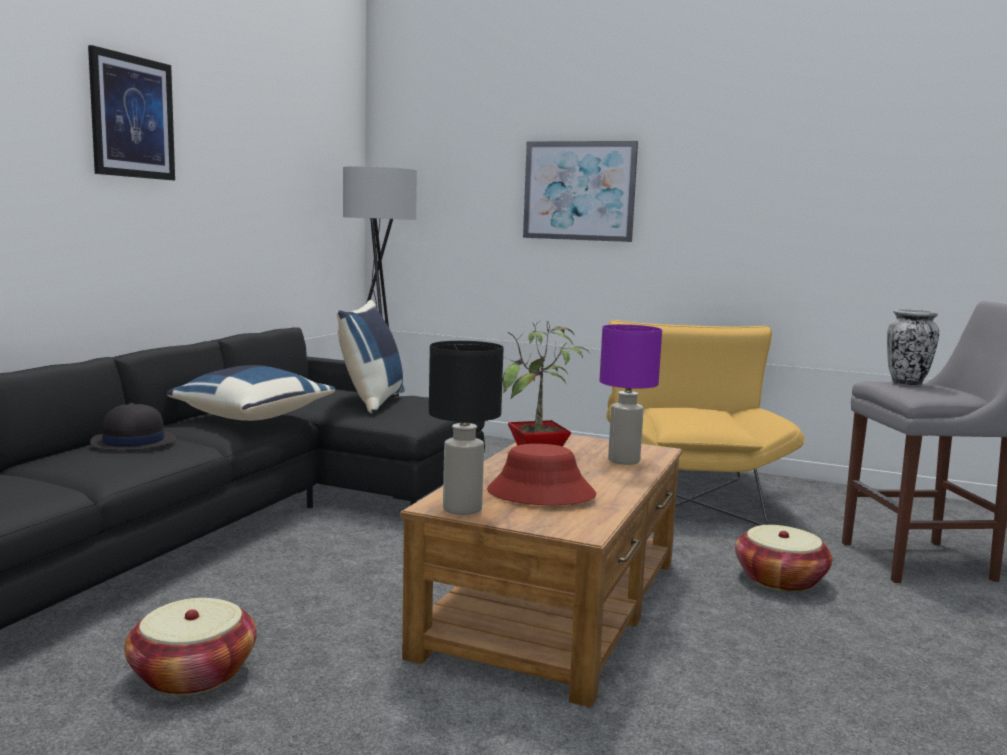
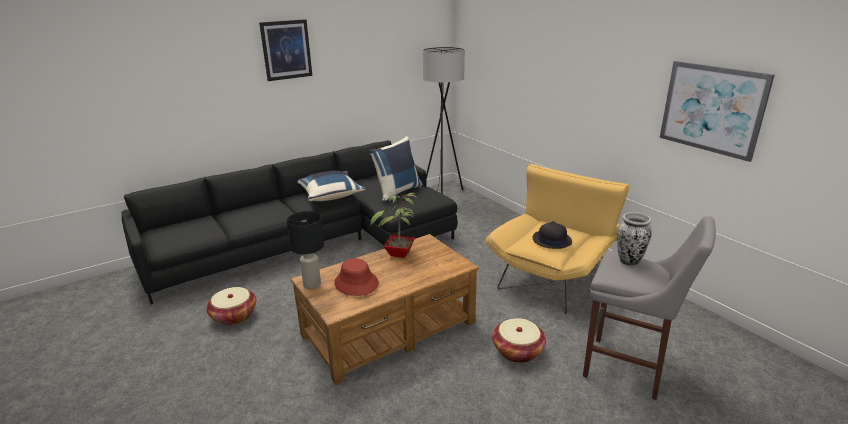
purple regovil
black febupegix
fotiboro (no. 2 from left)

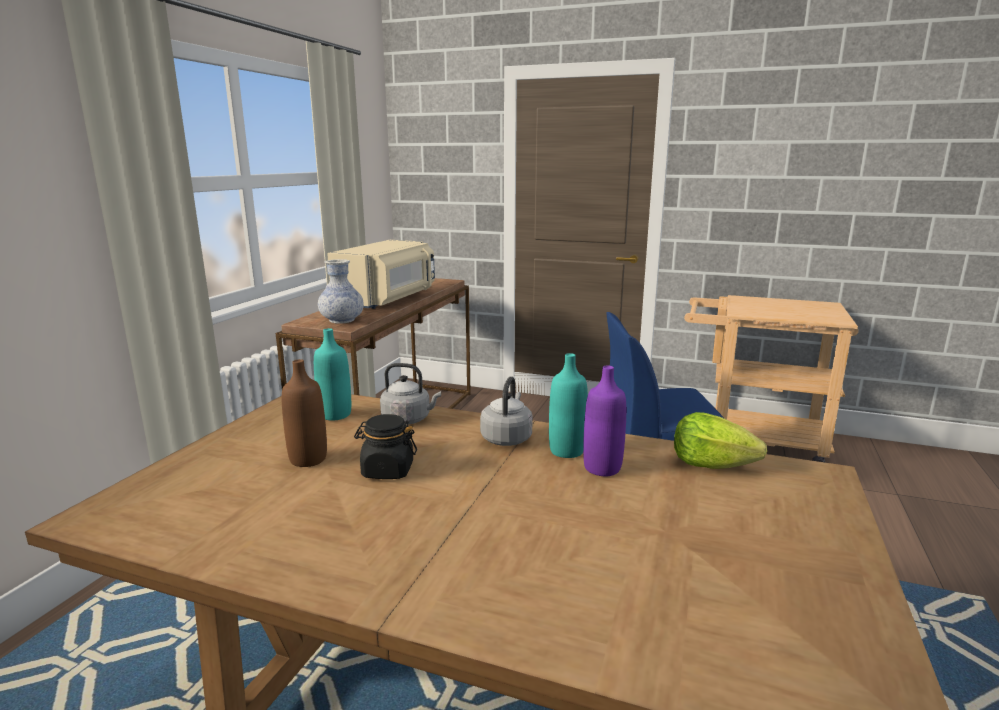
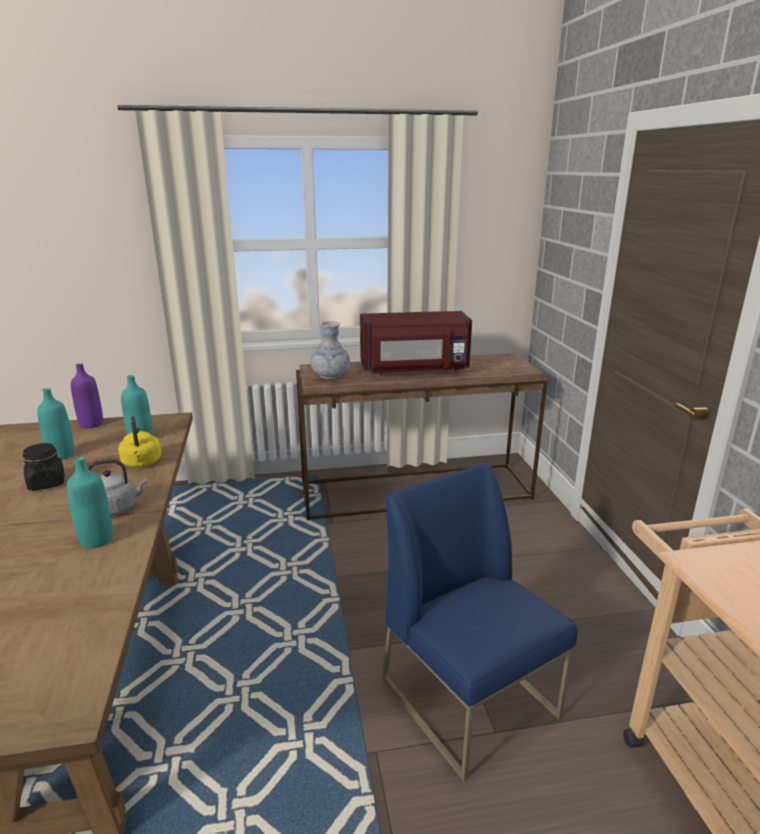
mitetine
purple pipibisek
turquoise pipibisek (no. 1 from left)
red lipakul
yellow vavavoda

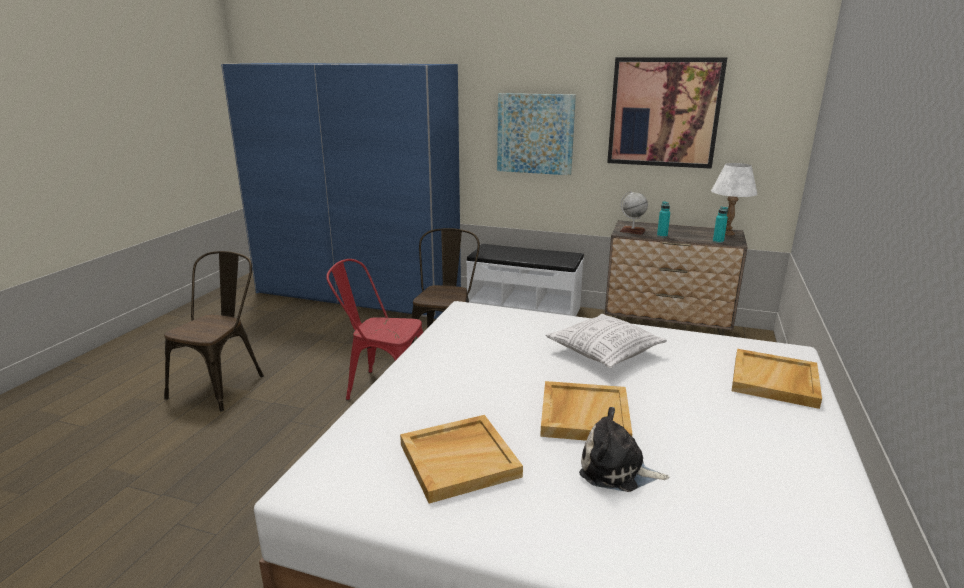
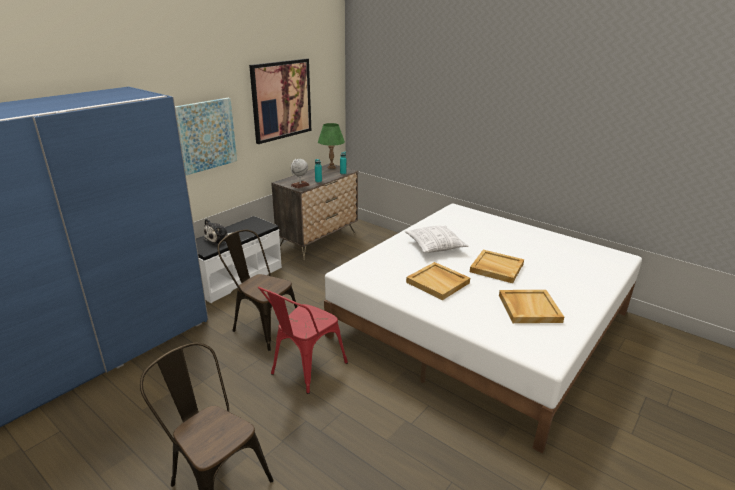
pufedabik
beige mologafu (no. 1 from left)
green regovil

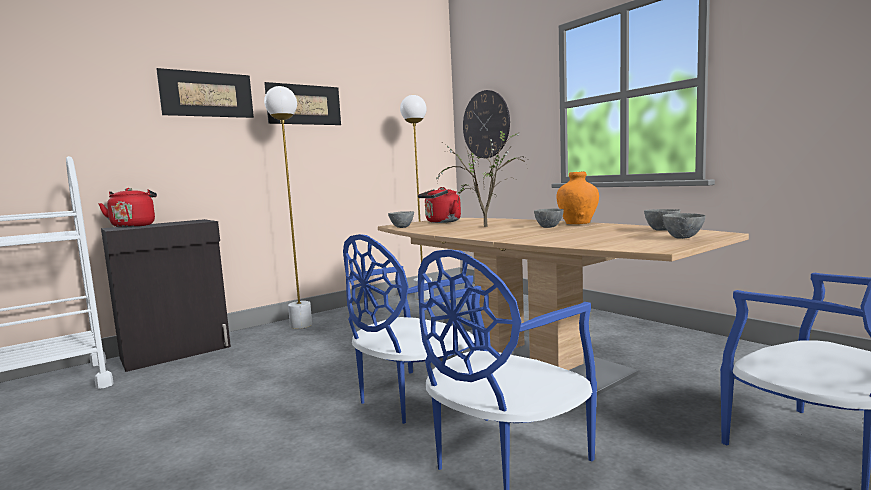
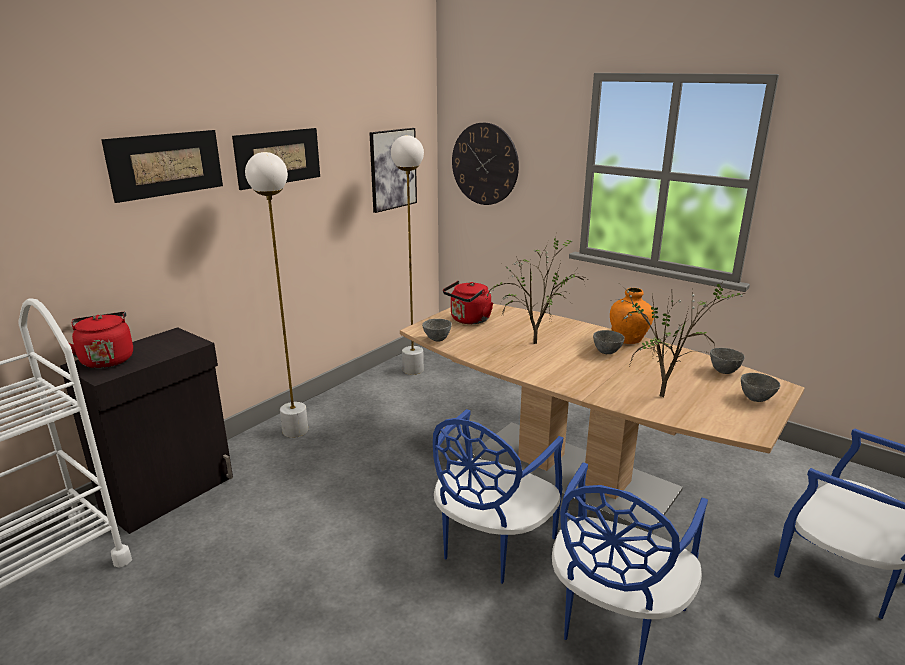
fotiboro (no. 3 from left)
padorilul (no. 2 from left)

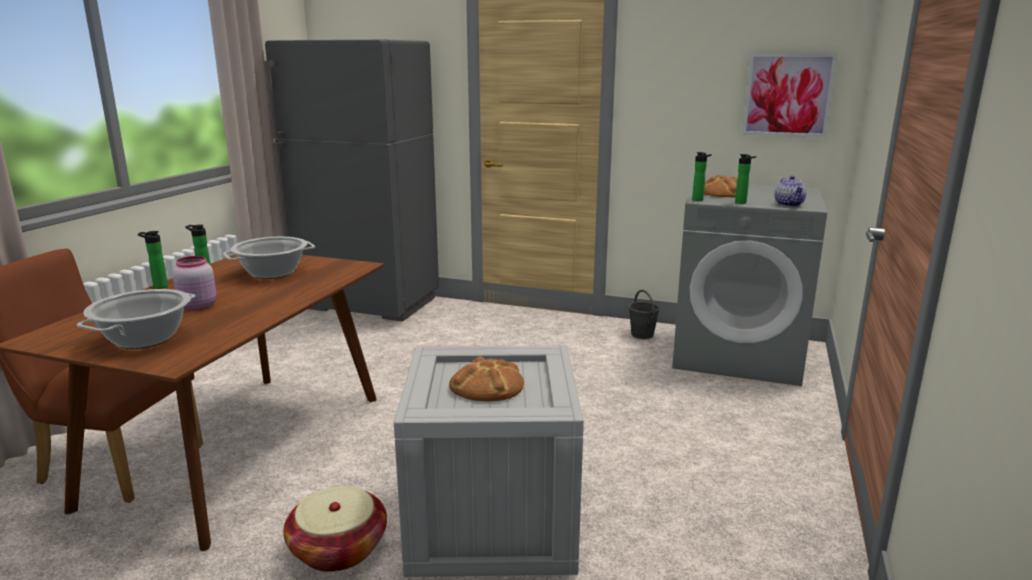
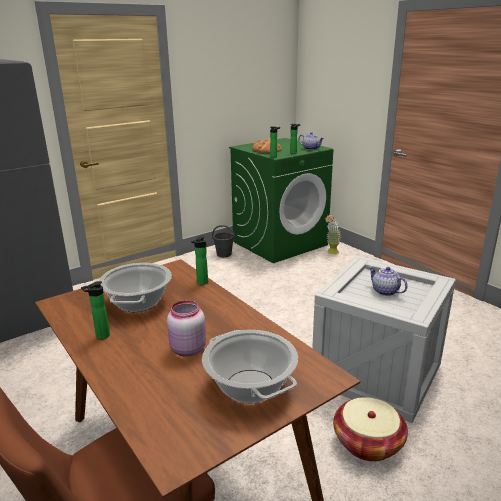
fotiboro
padorilul
pipibisek (no. 2 from left)
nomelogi (no. 2 from left)
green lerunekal

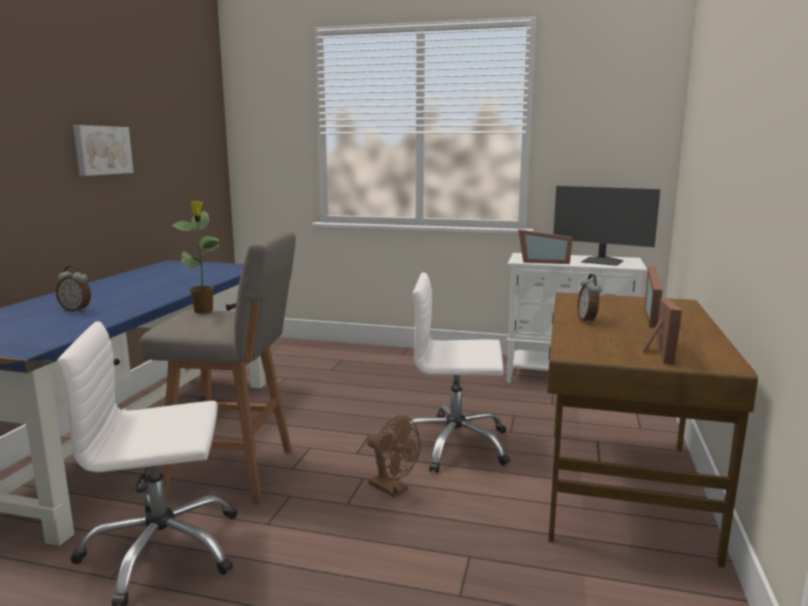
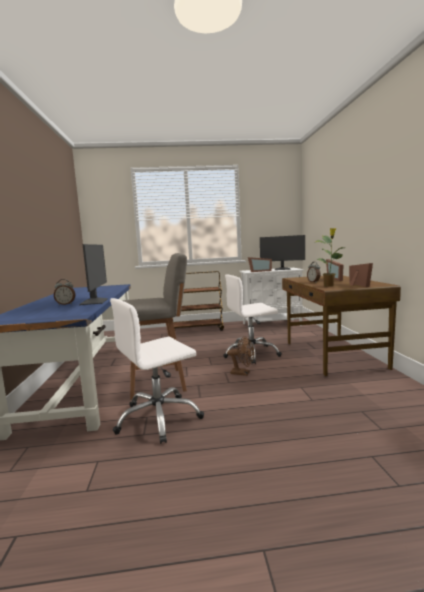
fotiboro
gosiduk (no. 1 from left)
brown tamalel
padorilul

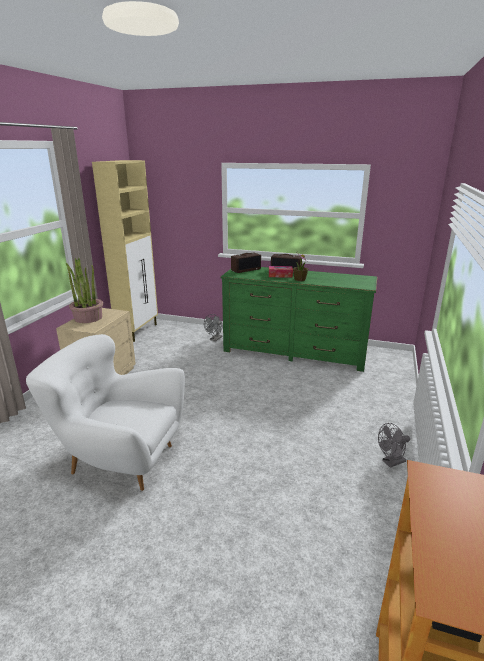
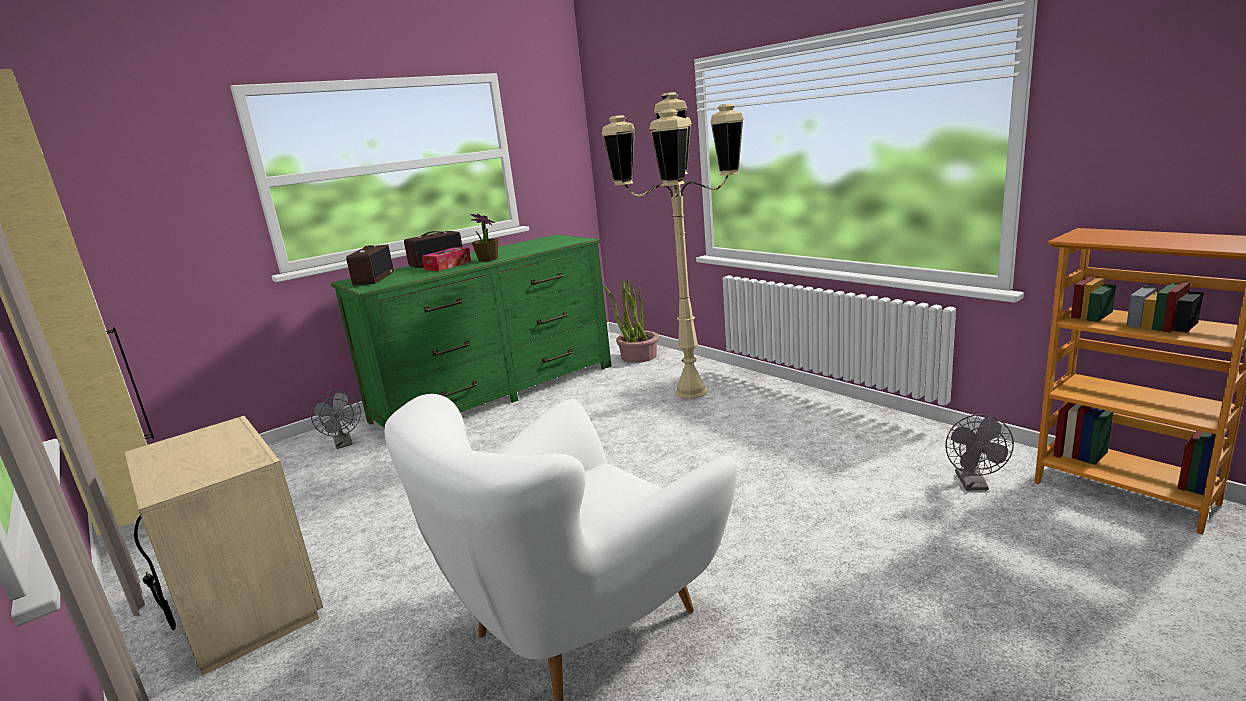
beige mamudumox
padorilul (no. 2 from left)
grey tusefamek (no. 2 from left)

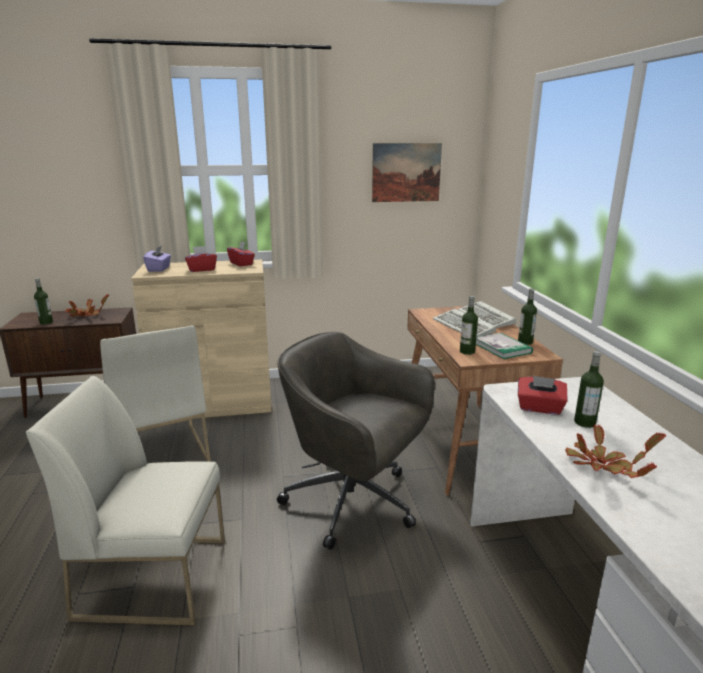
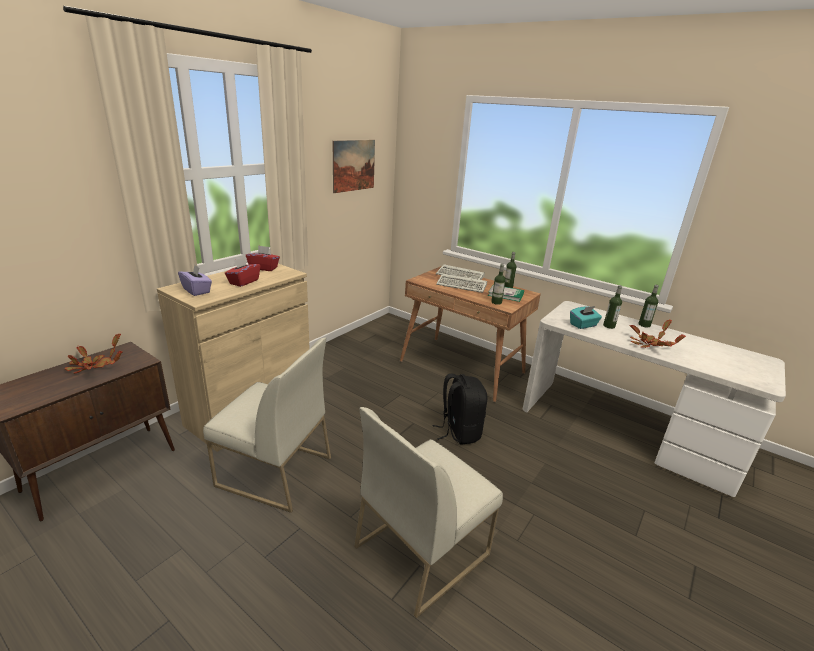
pipibisek (no. 4 from left)
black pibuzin
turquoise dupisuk

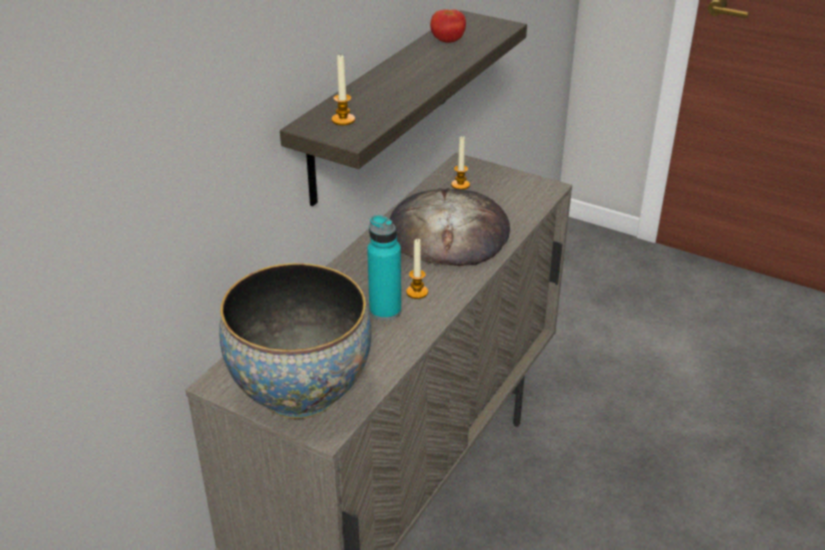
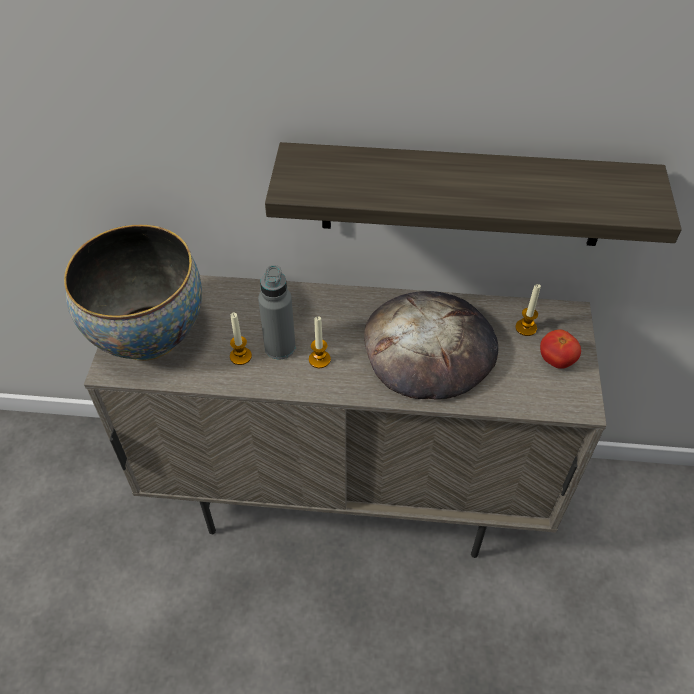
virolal (no. 1 from left)
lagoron
grey pipibisek

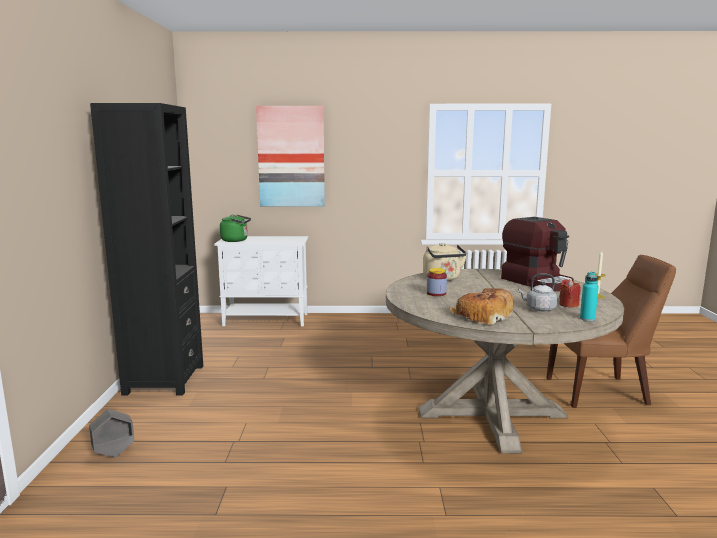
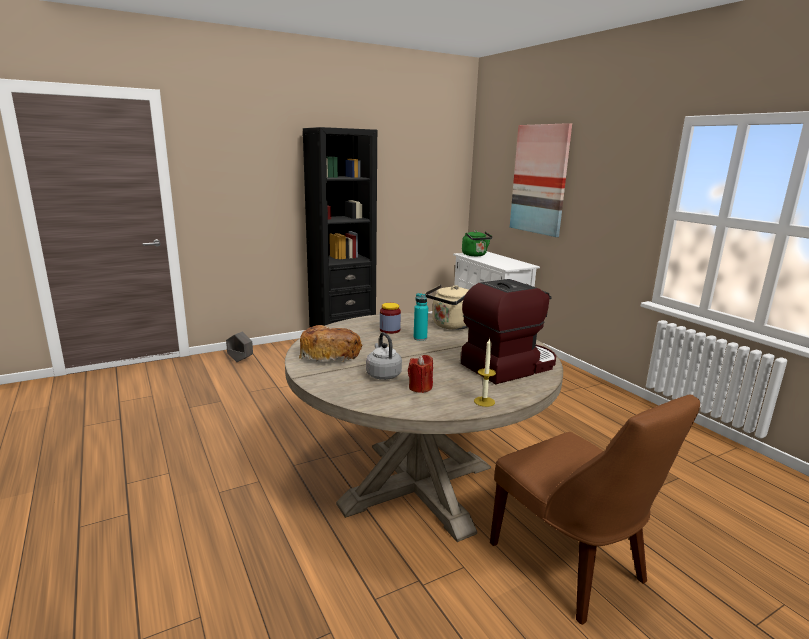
turquoise pipibisek
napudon

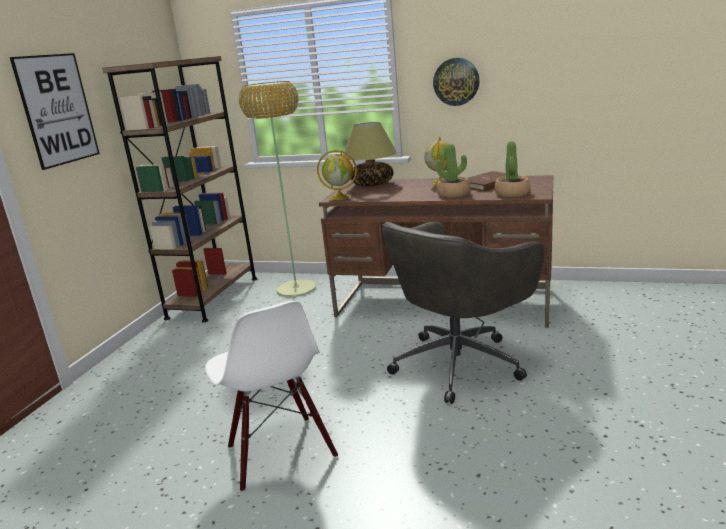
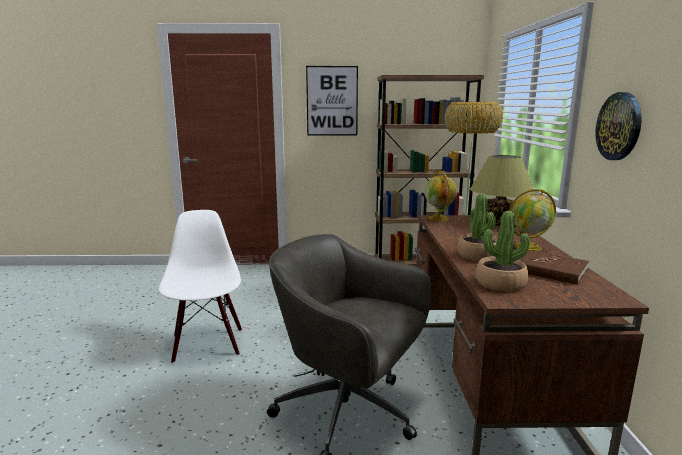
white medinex

